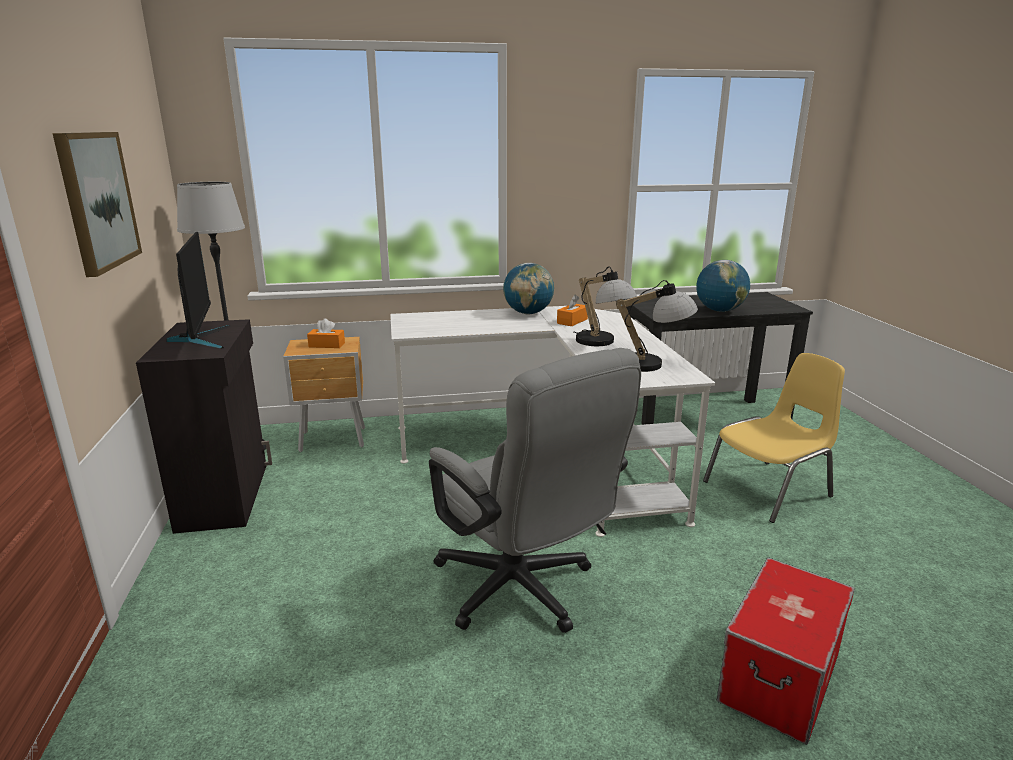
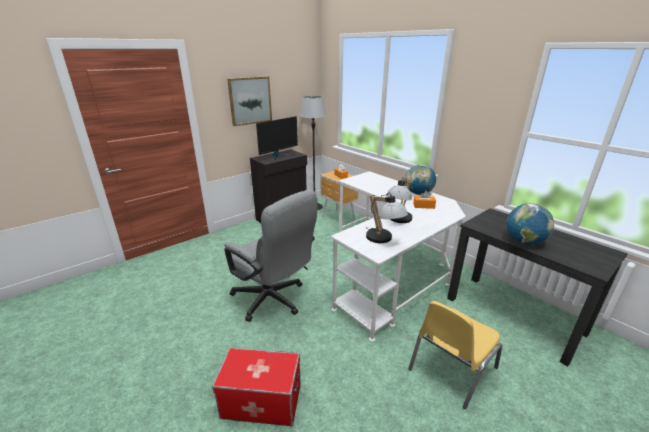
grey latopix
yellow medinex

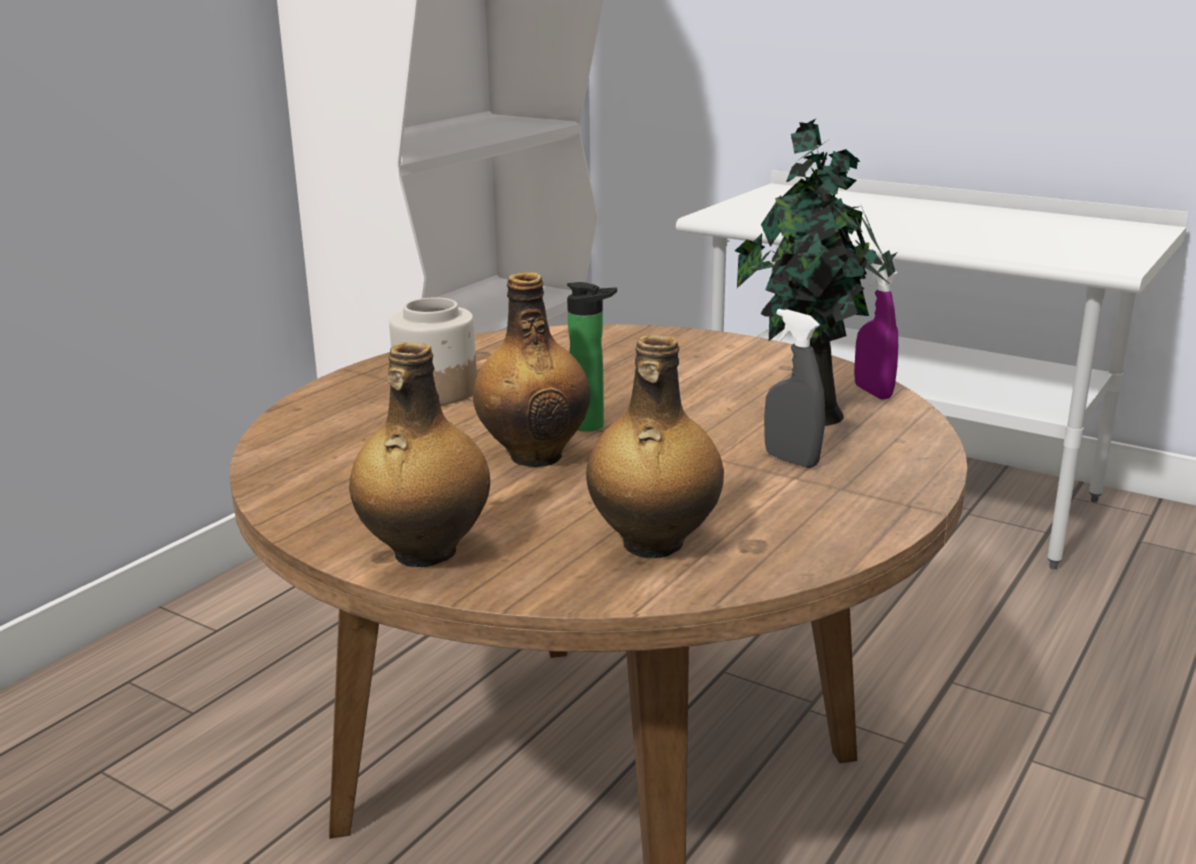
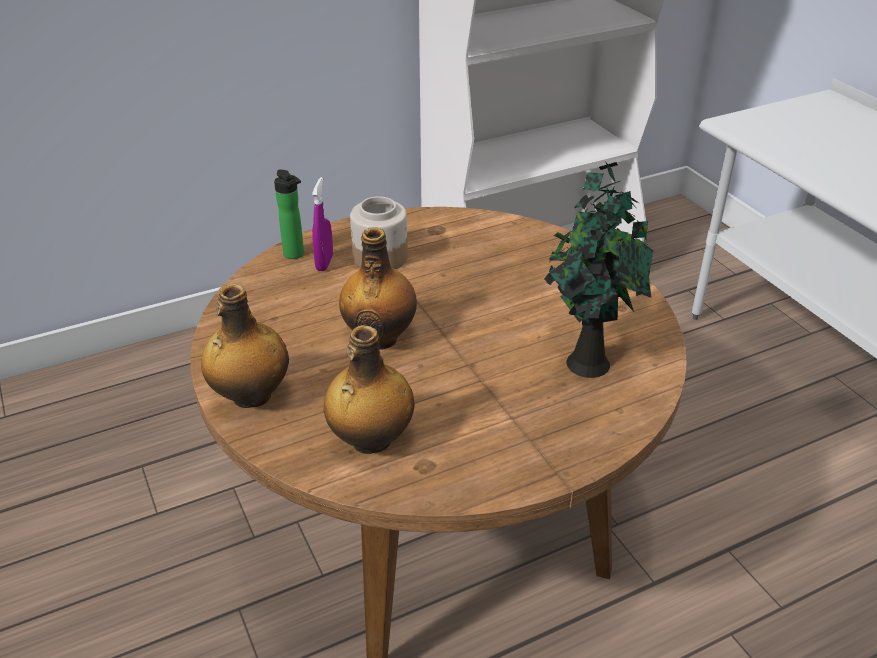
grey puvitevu
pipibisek (no. 2 from left)
purple puvitevu

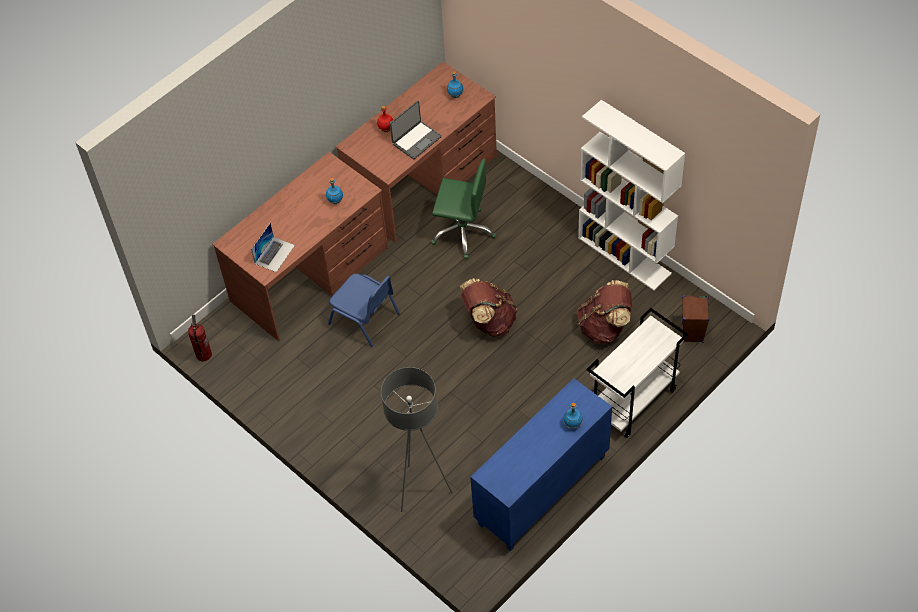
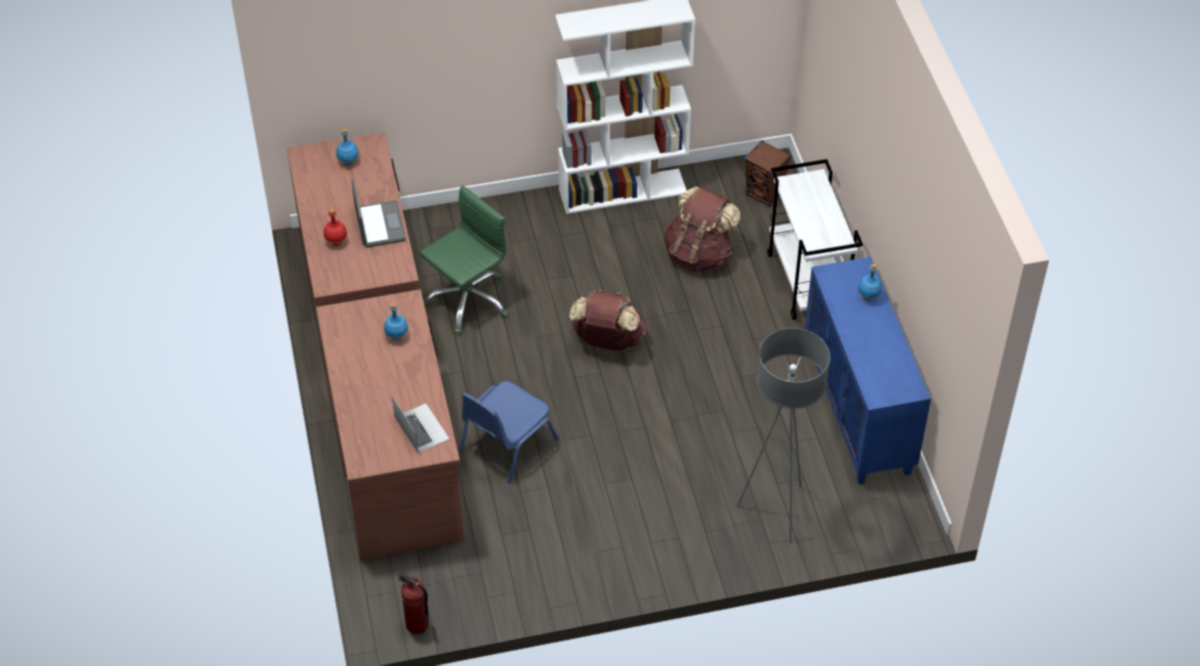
blue medinex

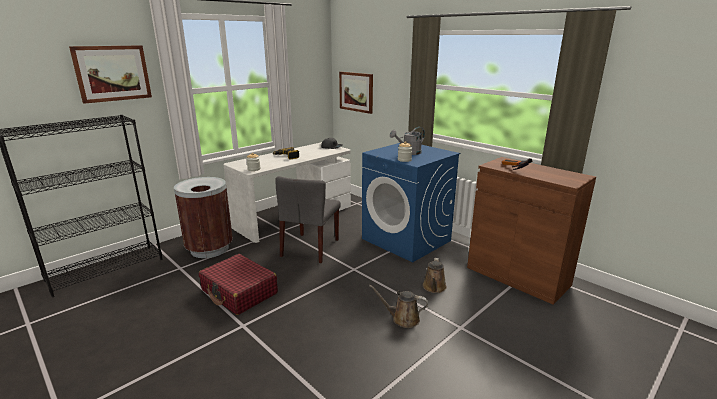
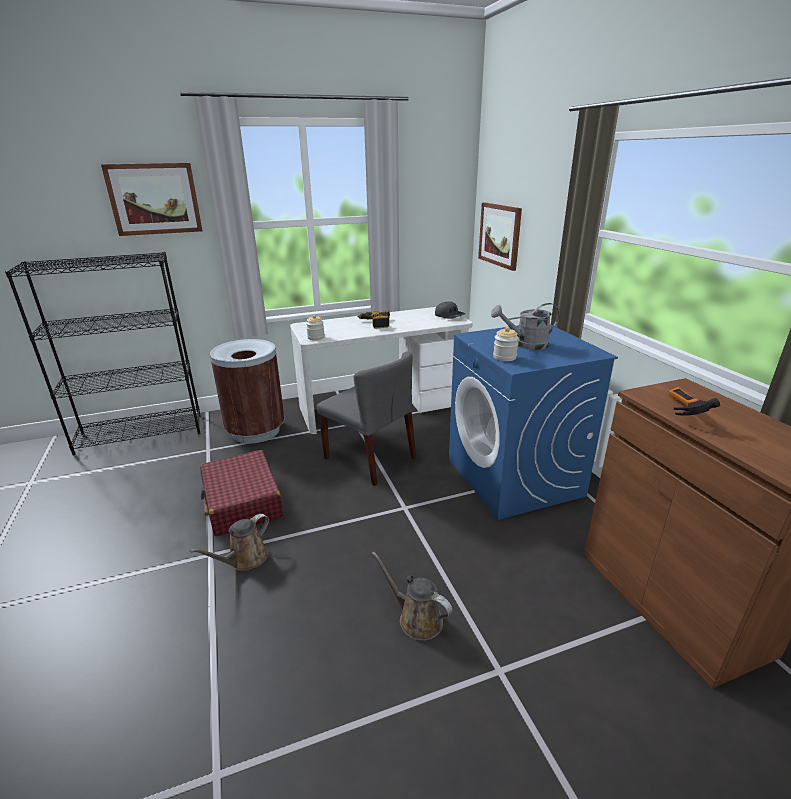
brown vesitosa (no. 1 from left)
grey medinex

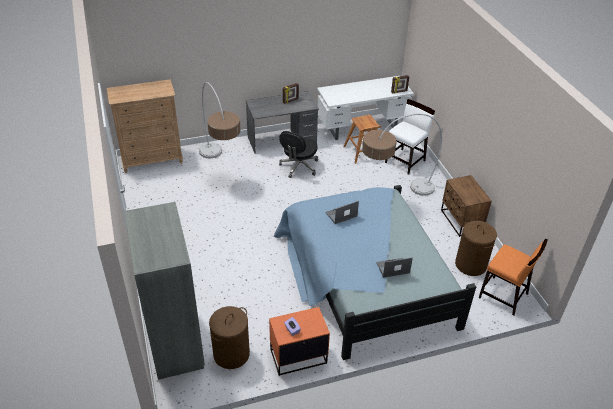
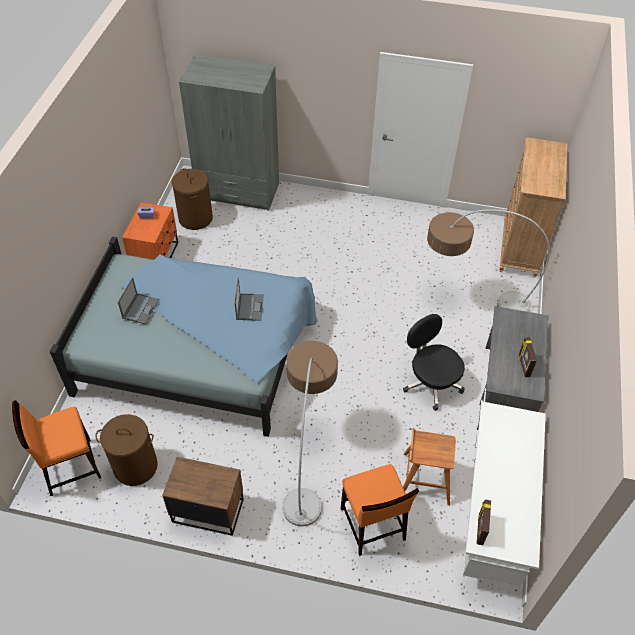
orange medinex (no. 2 from left)

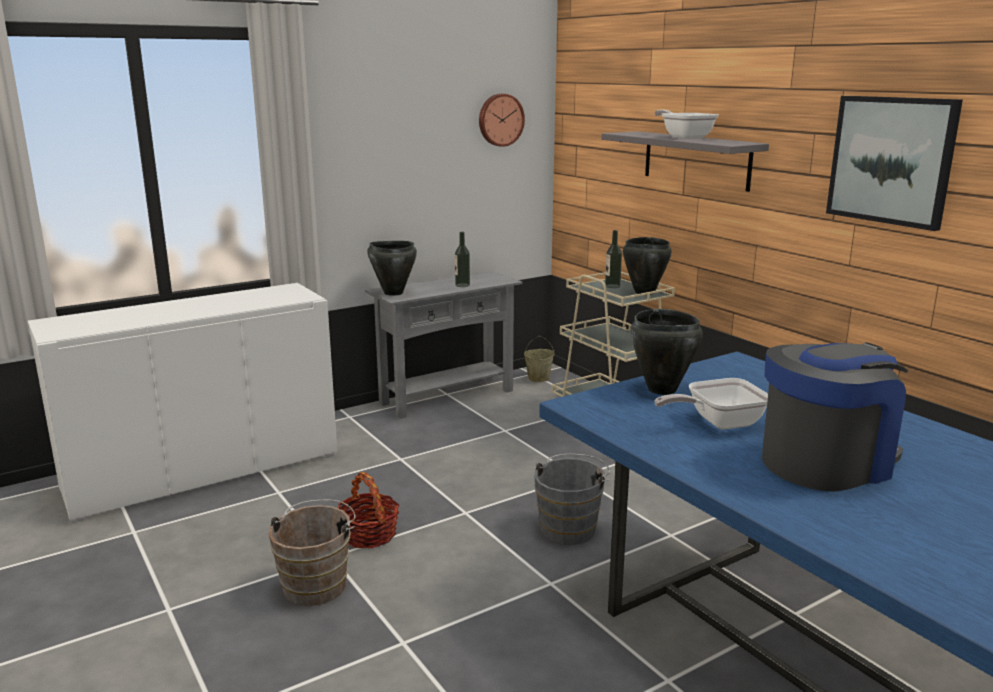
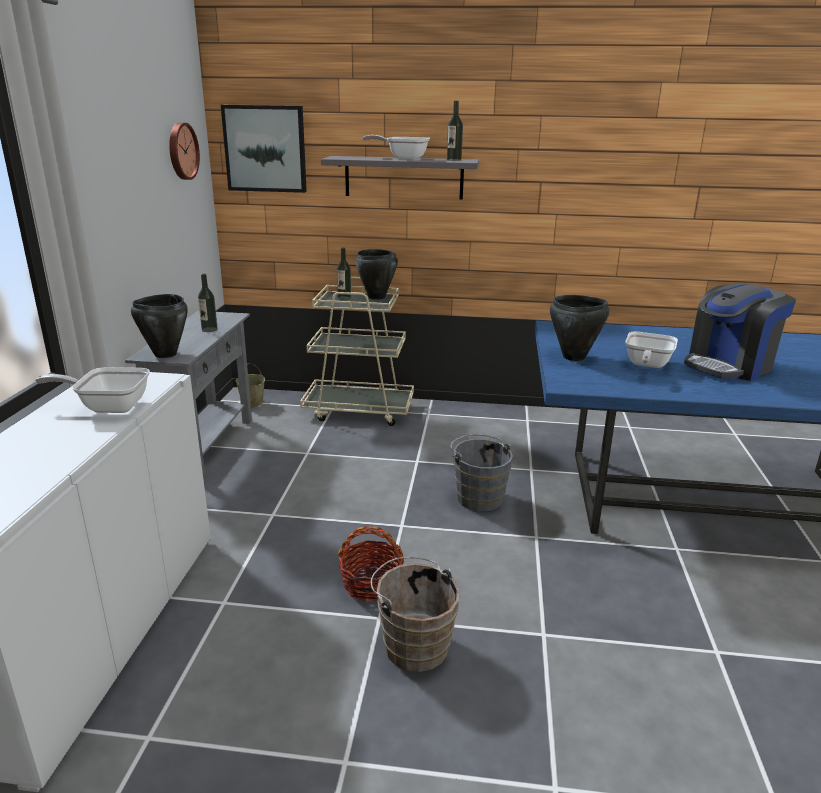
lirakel (no. 1 from left)
pipibisek (no. 3 from left)
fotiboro
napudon

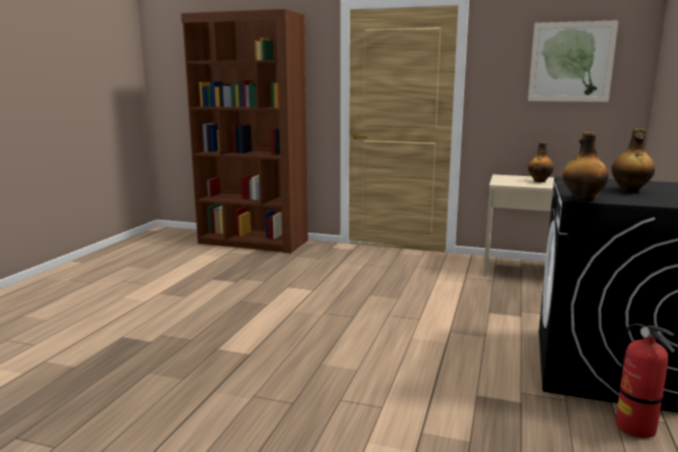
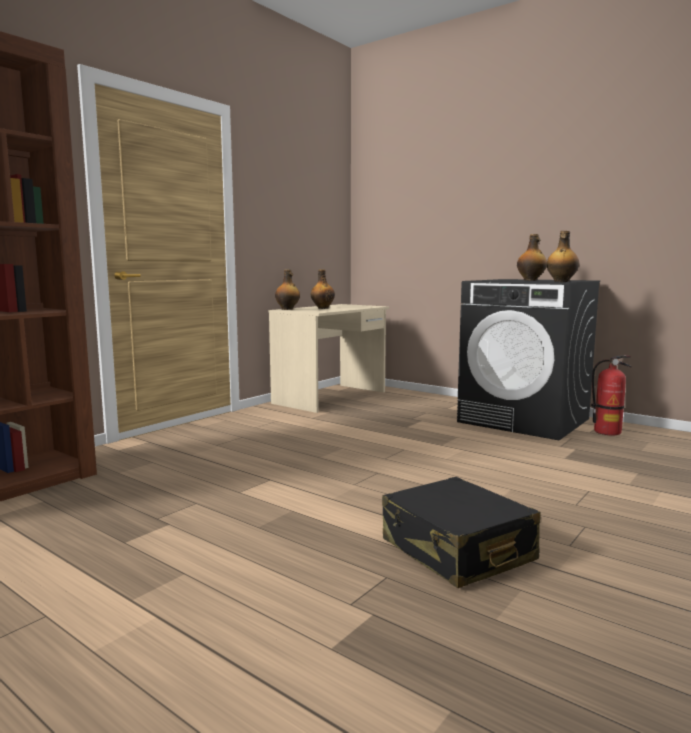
fotiboro
pipibisek (no. 1 from left)
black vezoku

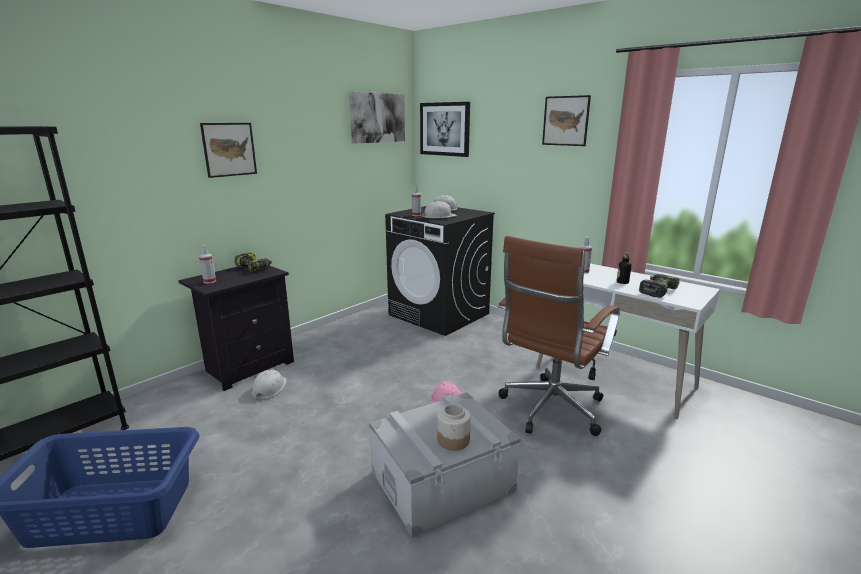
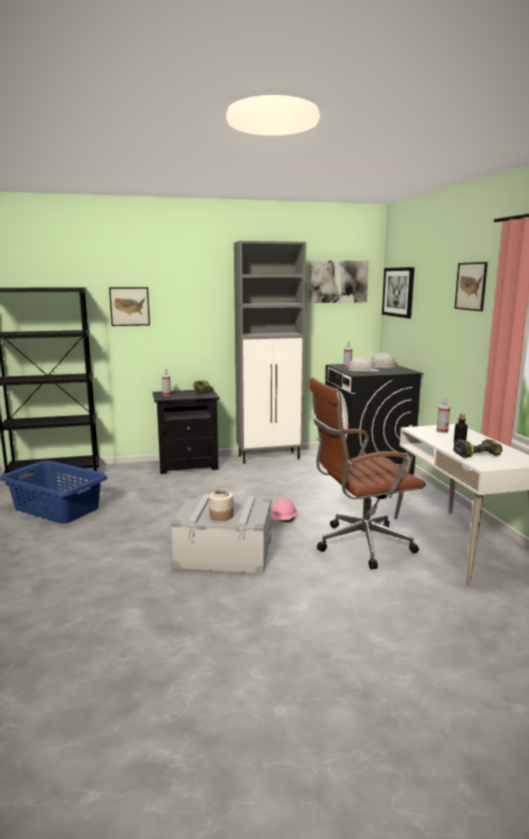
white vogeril (no. 1 from left in the first image)
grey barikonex
fotiboro (no. 1 from left)

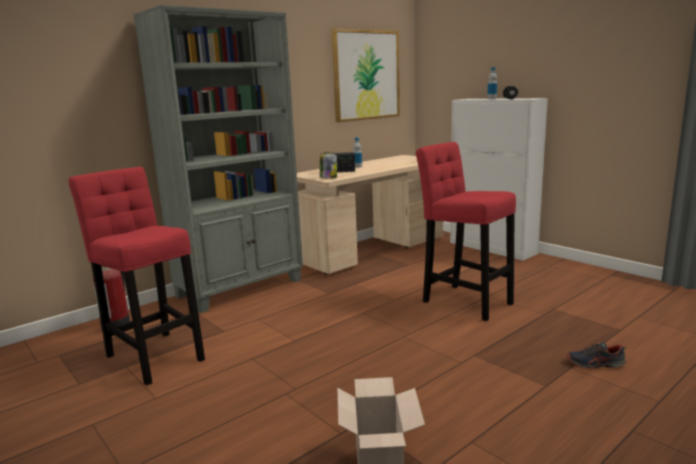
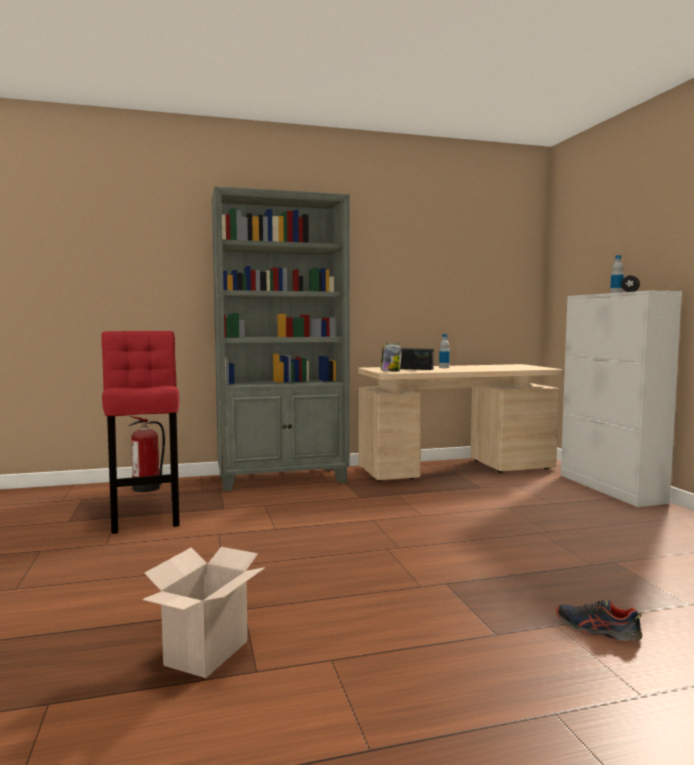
fotiboro
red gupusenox (no. 2 from left in the first image)

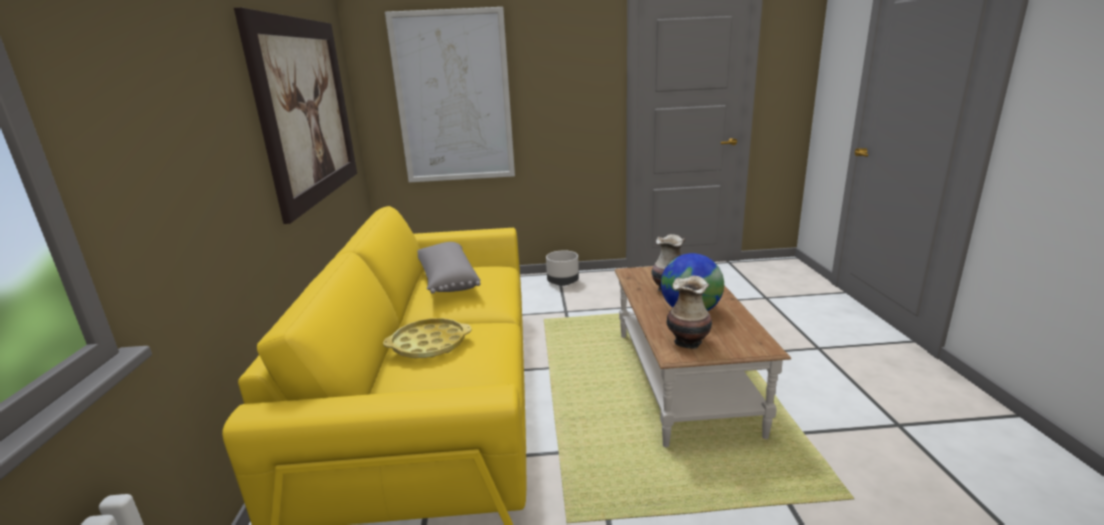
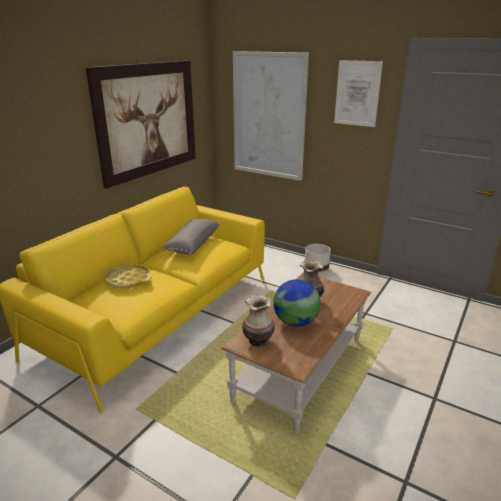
fotiboro (no. 3 from left)

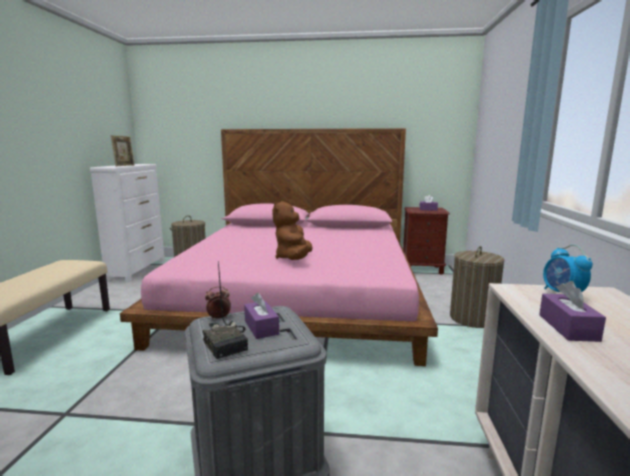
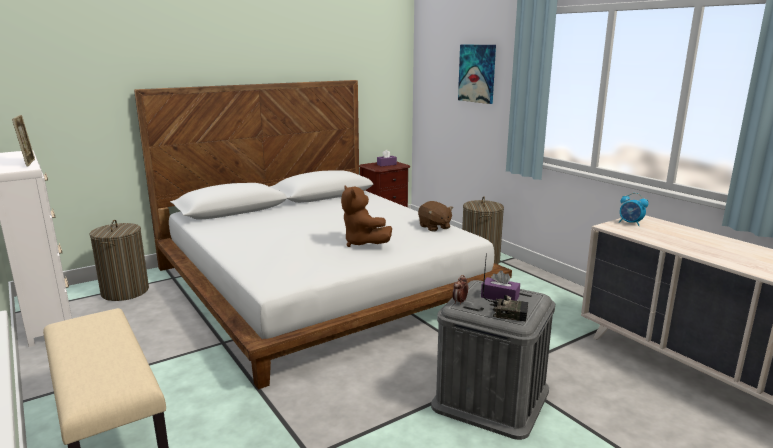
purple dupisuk (no. 3 from left in the first image)
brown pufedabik (no. 2 from left)
fotiboro
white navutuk

